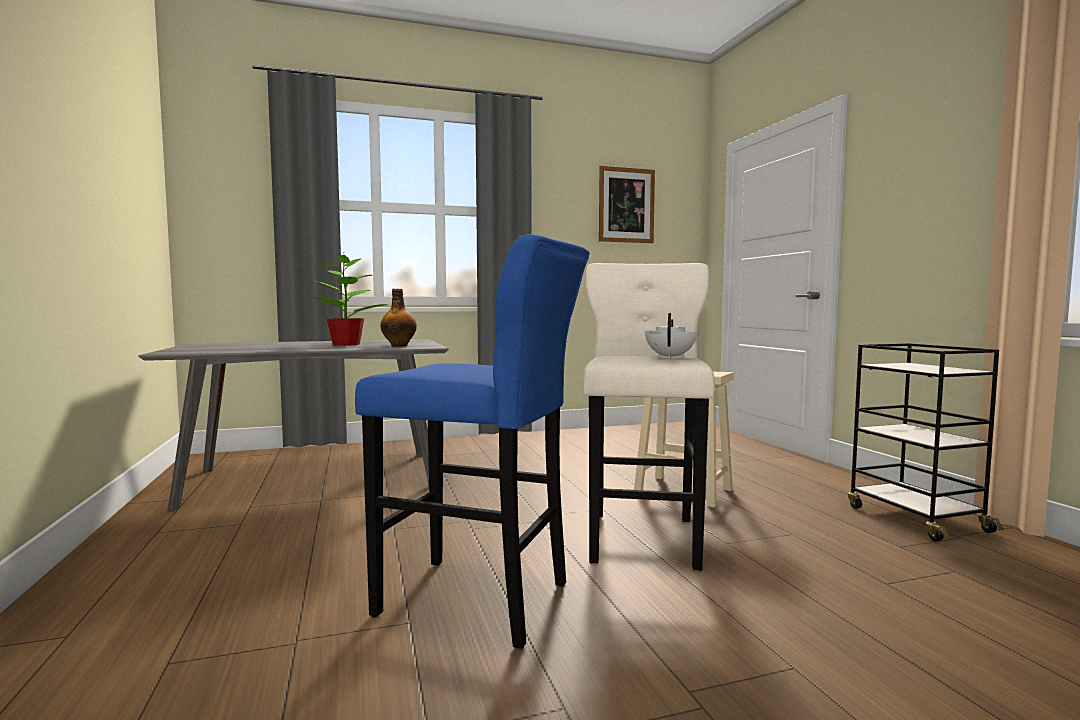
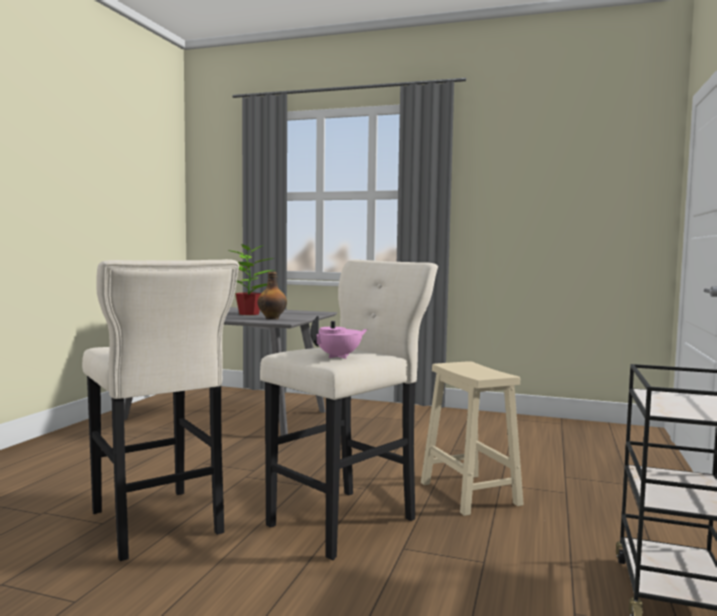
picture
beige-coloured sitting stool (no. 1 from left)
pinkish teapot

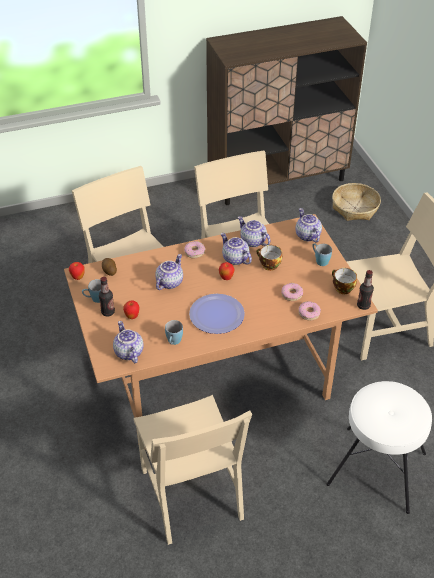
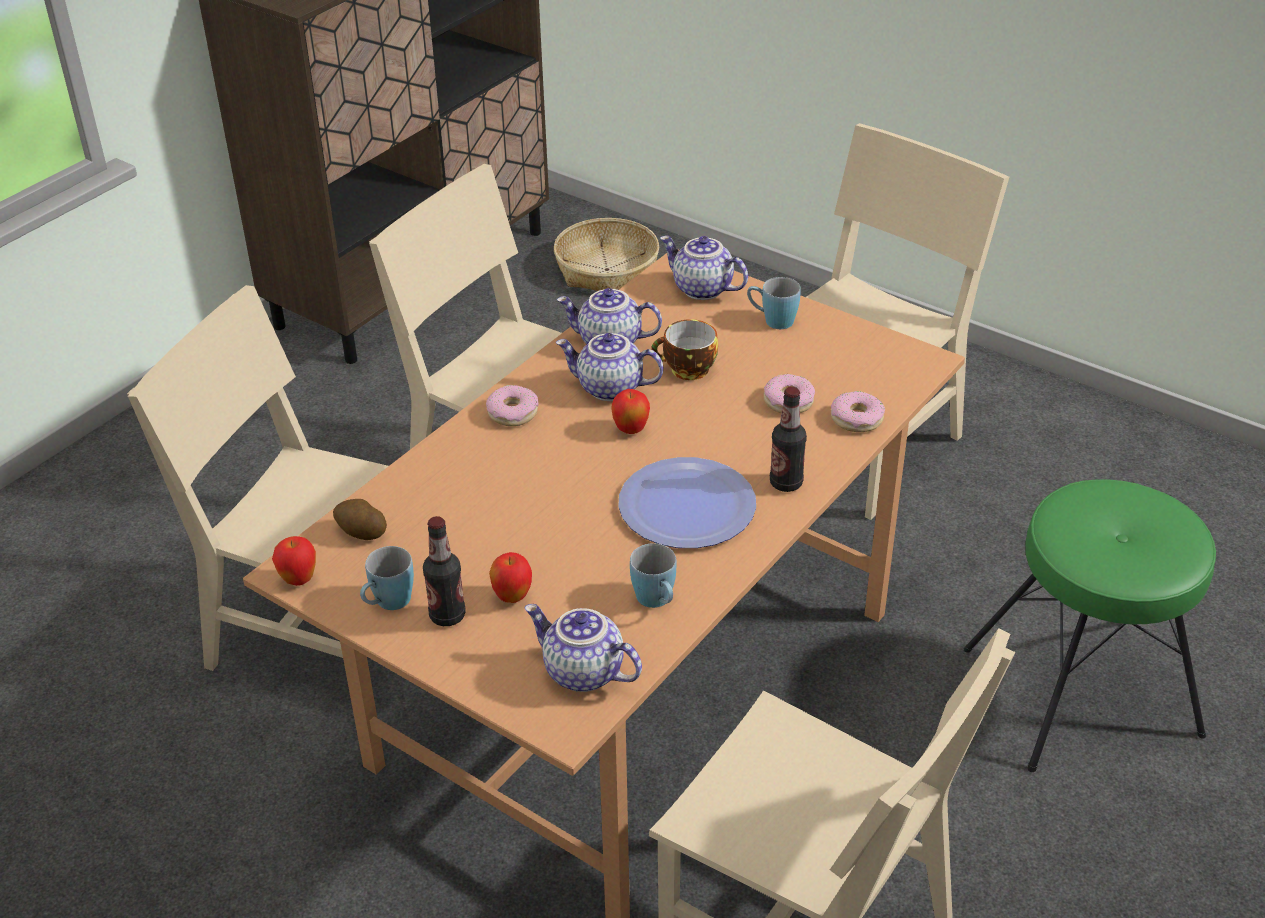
teapot (no. 2 from left in the first image)
small cup (no. 2 from left in the first image)
drink bottle (no. 2 from left)
green sitting stool

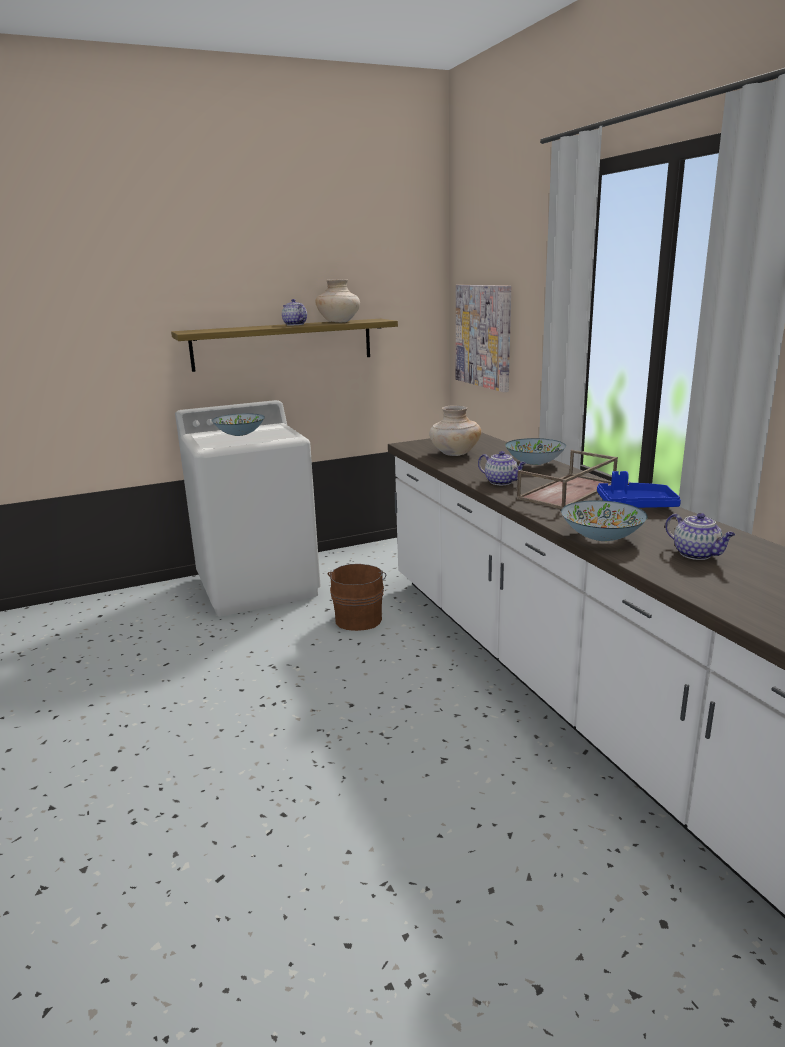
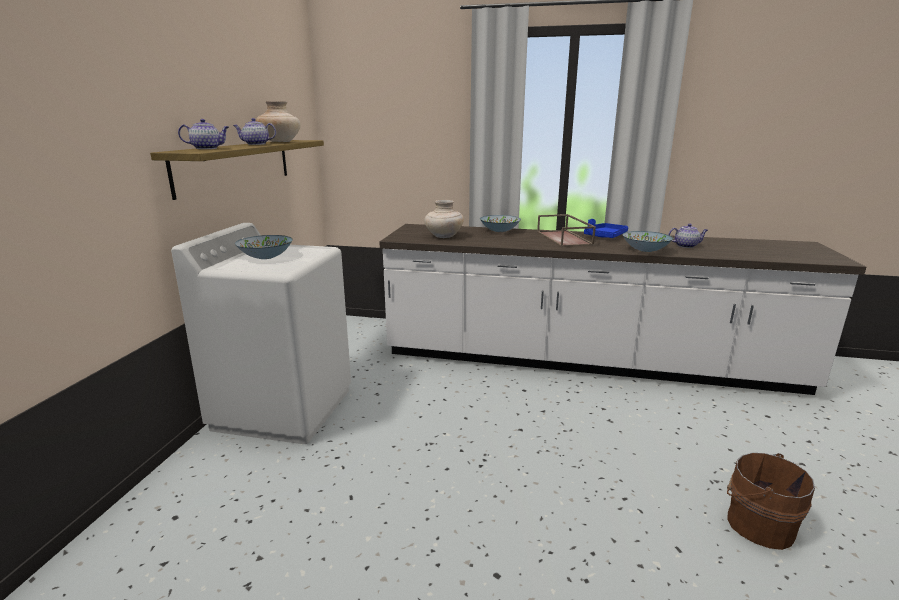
picture
teapot (no. 1 from left)
brownish pail

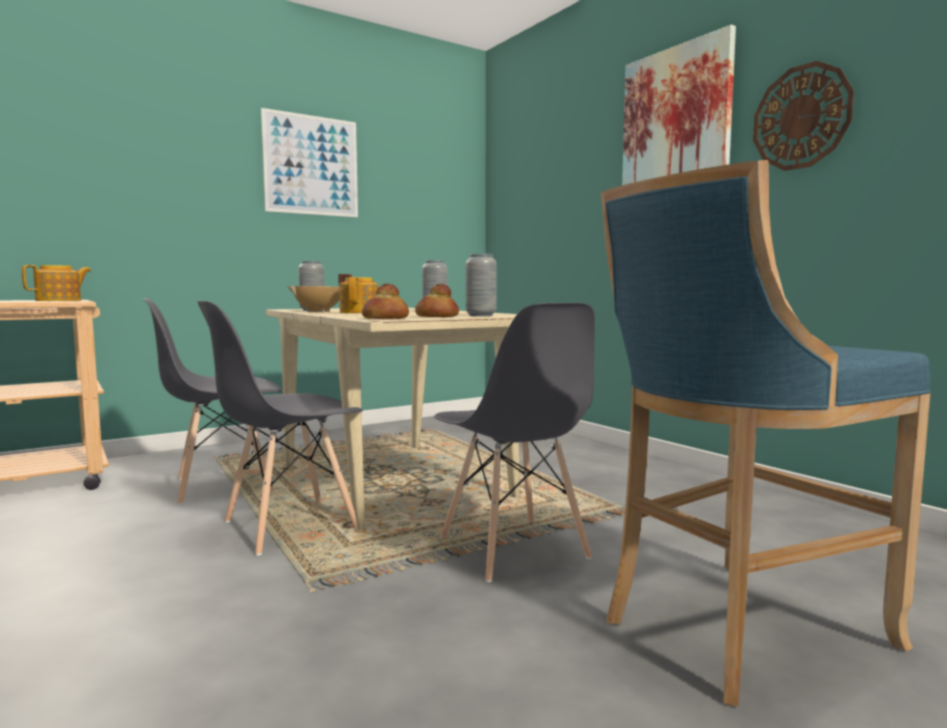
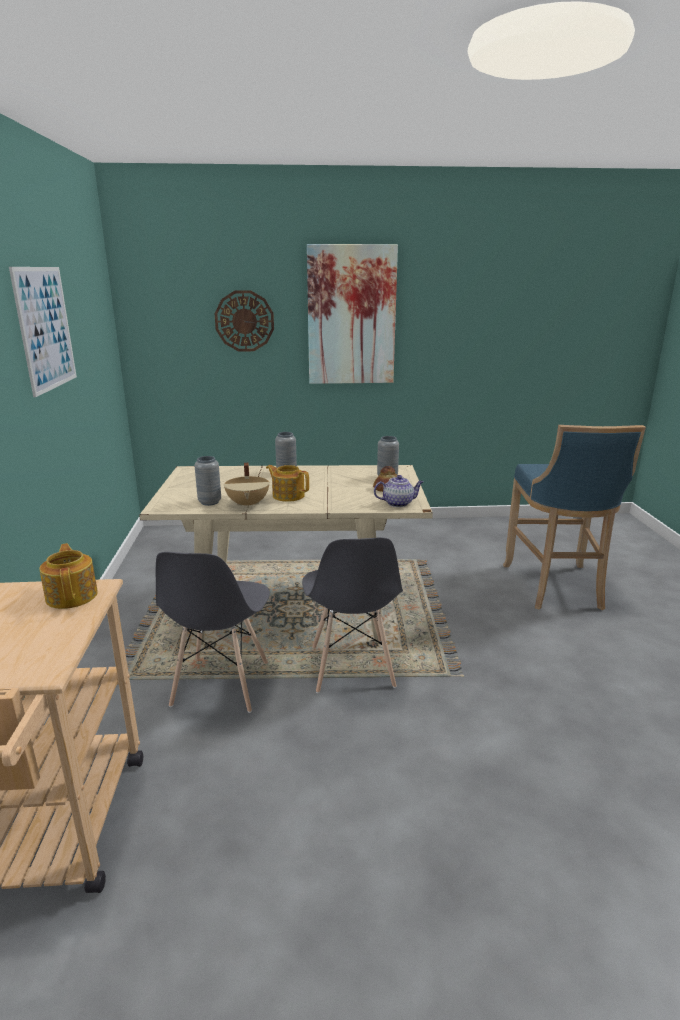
wall clock
teapot (no. 3 from left)
grey plain chair (no. 3 from left in the first image)

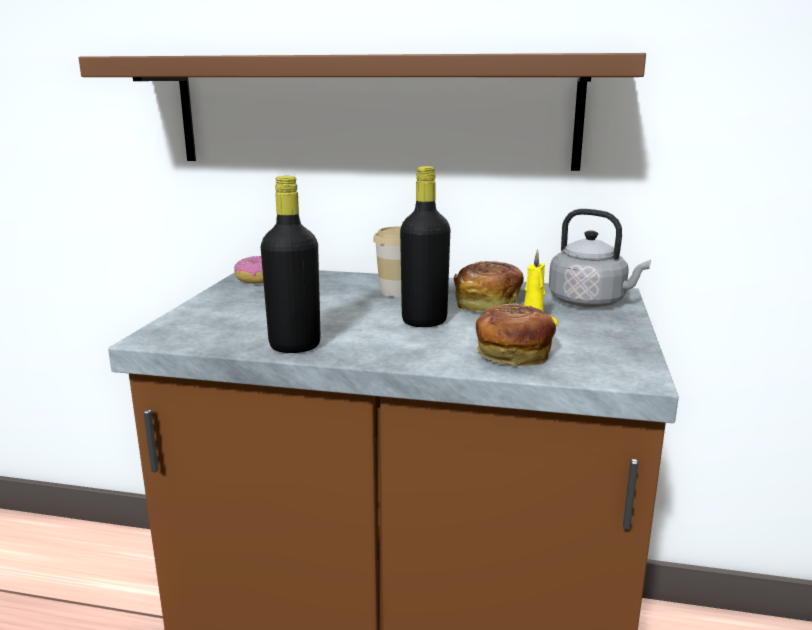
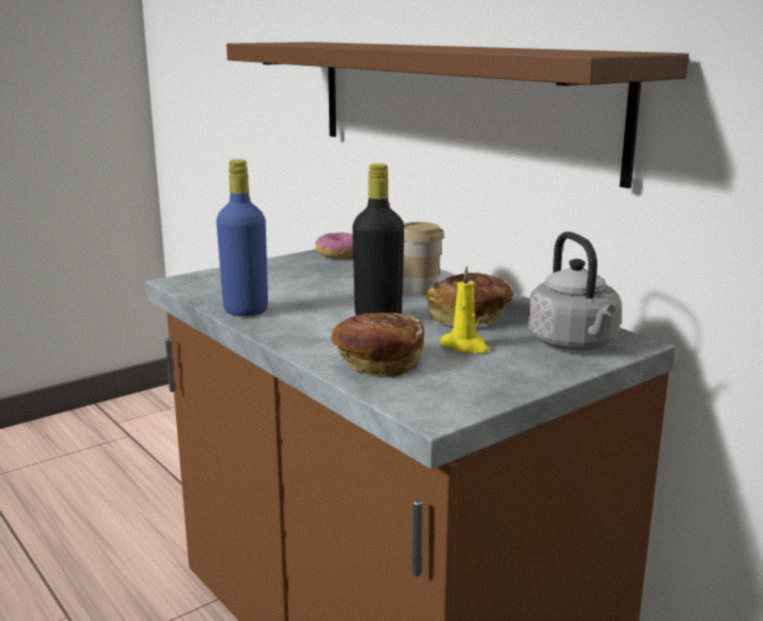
blue drink bottle

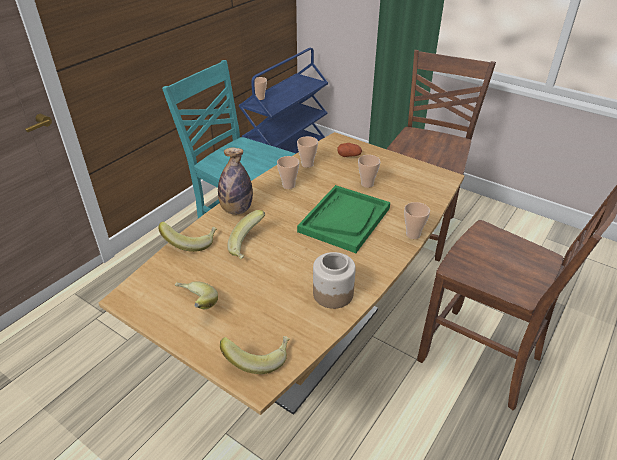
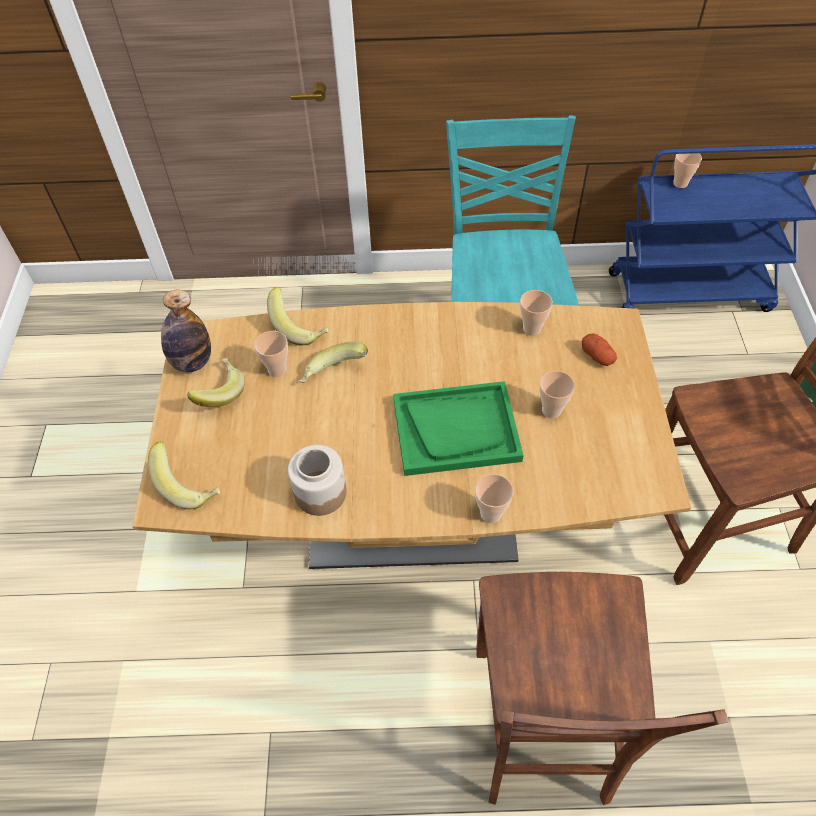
drink bottle
small cup (no. 1 from left)

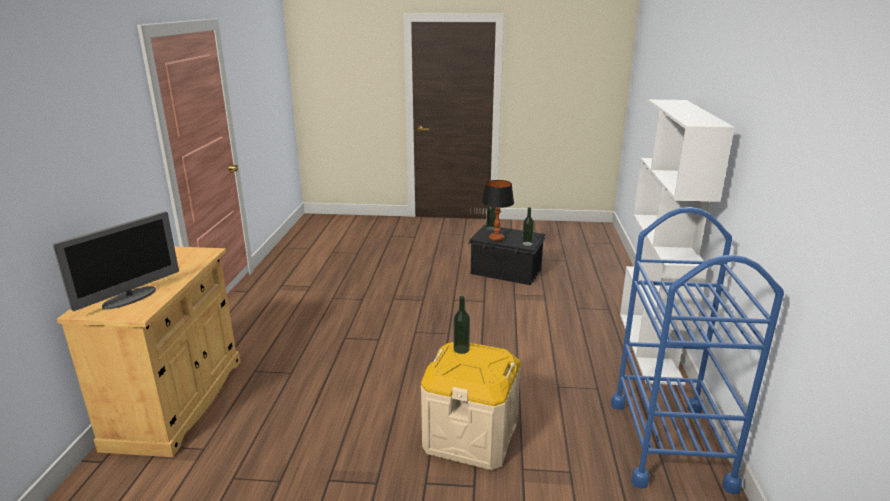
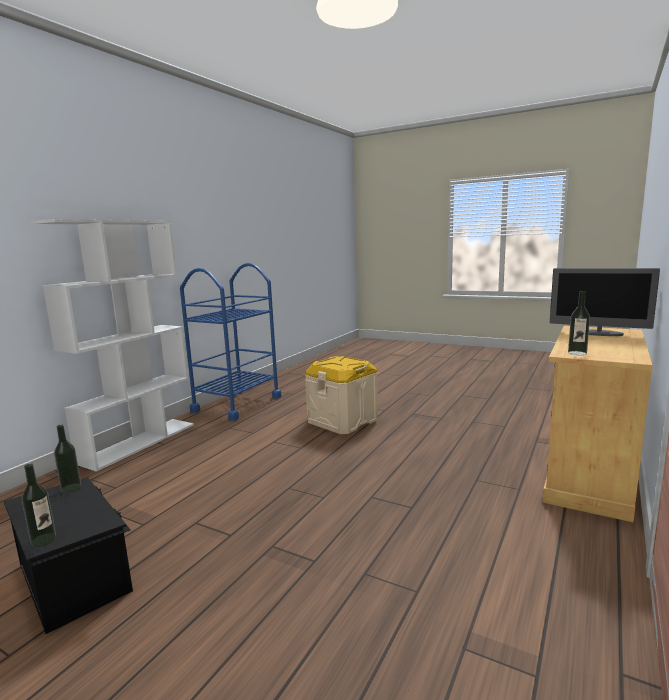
lamp for a table
computer display
drink bottle (no. 3 from left)

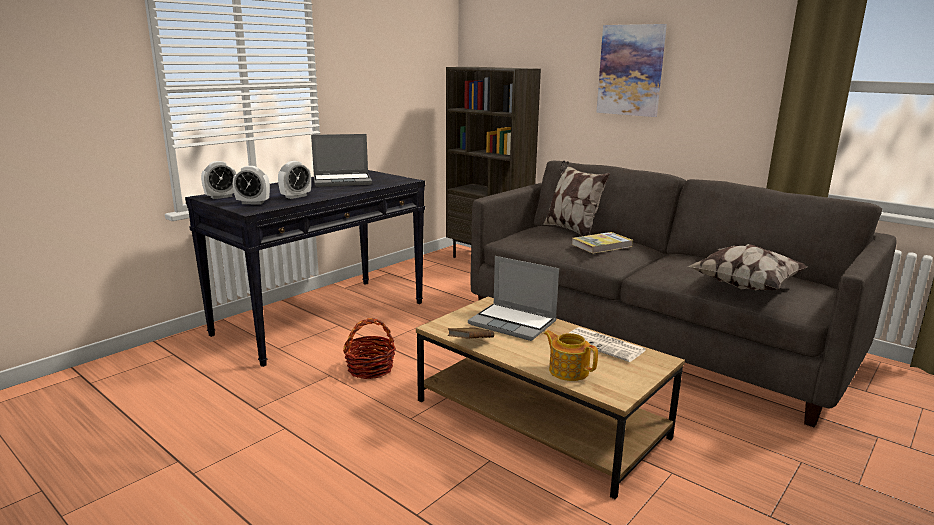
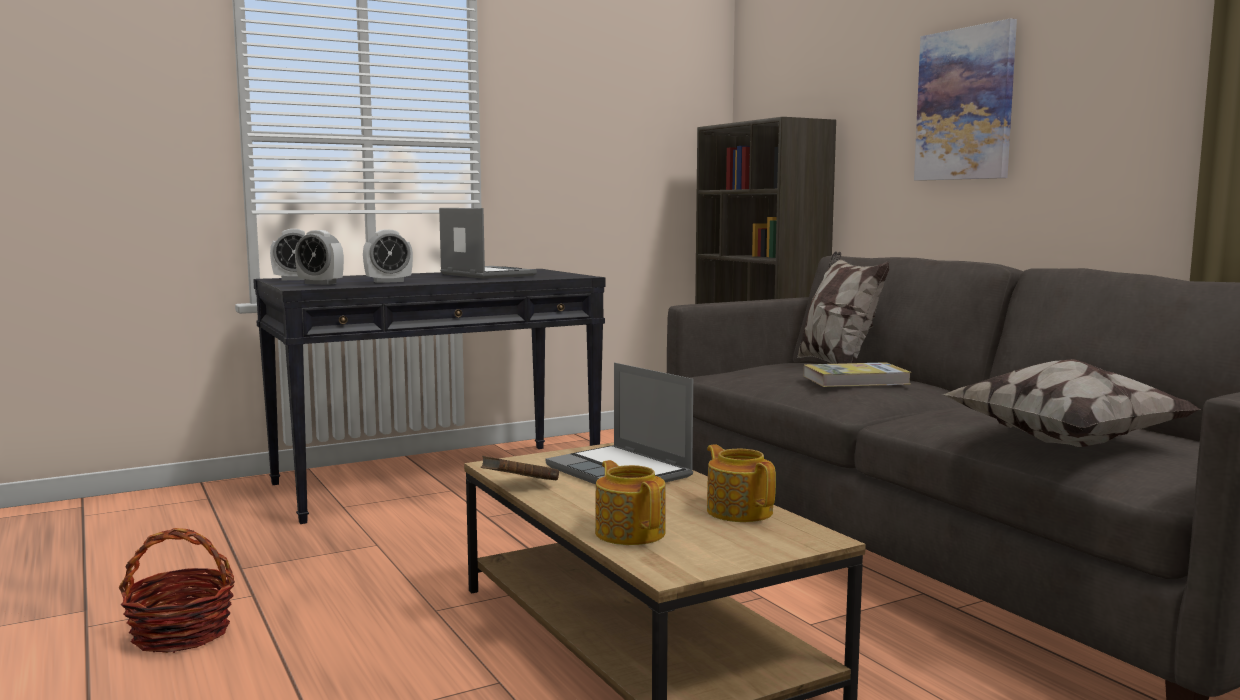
laptop (no. 1 from left)
household basket
teapot (no. 2 from left)

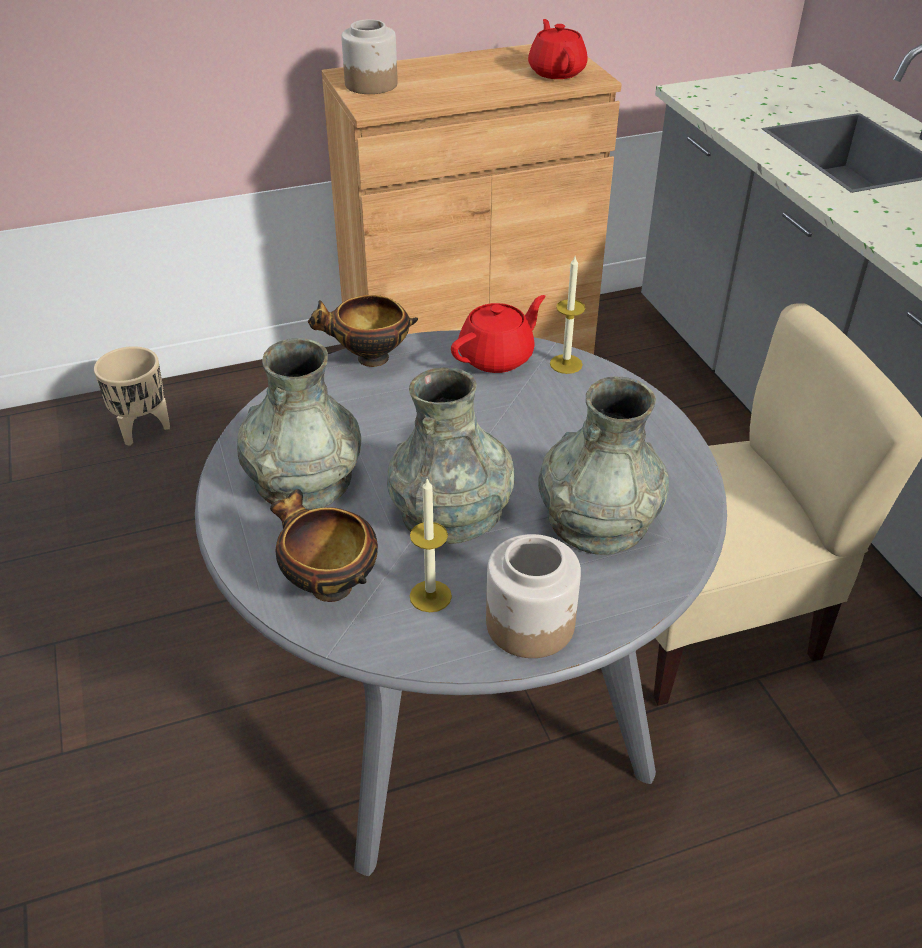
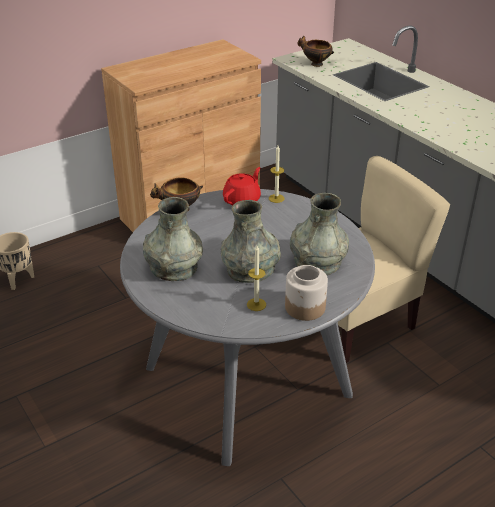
preserve jar (no. 1 from left in the first image)
red teapot (no. 2 from left in the first image)
deep dish (no. 2 from left)

